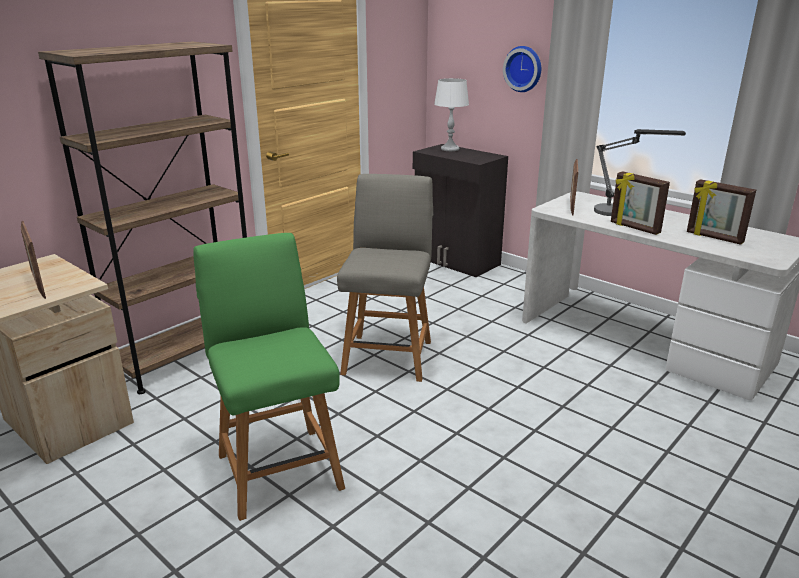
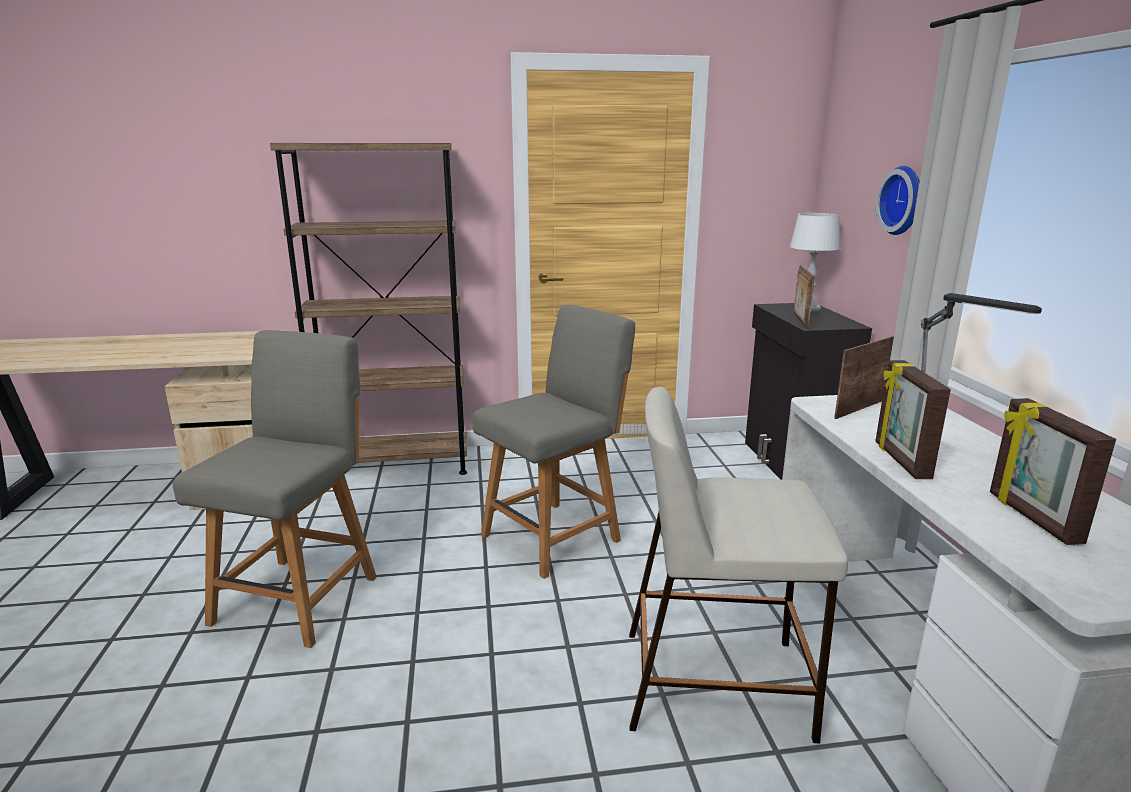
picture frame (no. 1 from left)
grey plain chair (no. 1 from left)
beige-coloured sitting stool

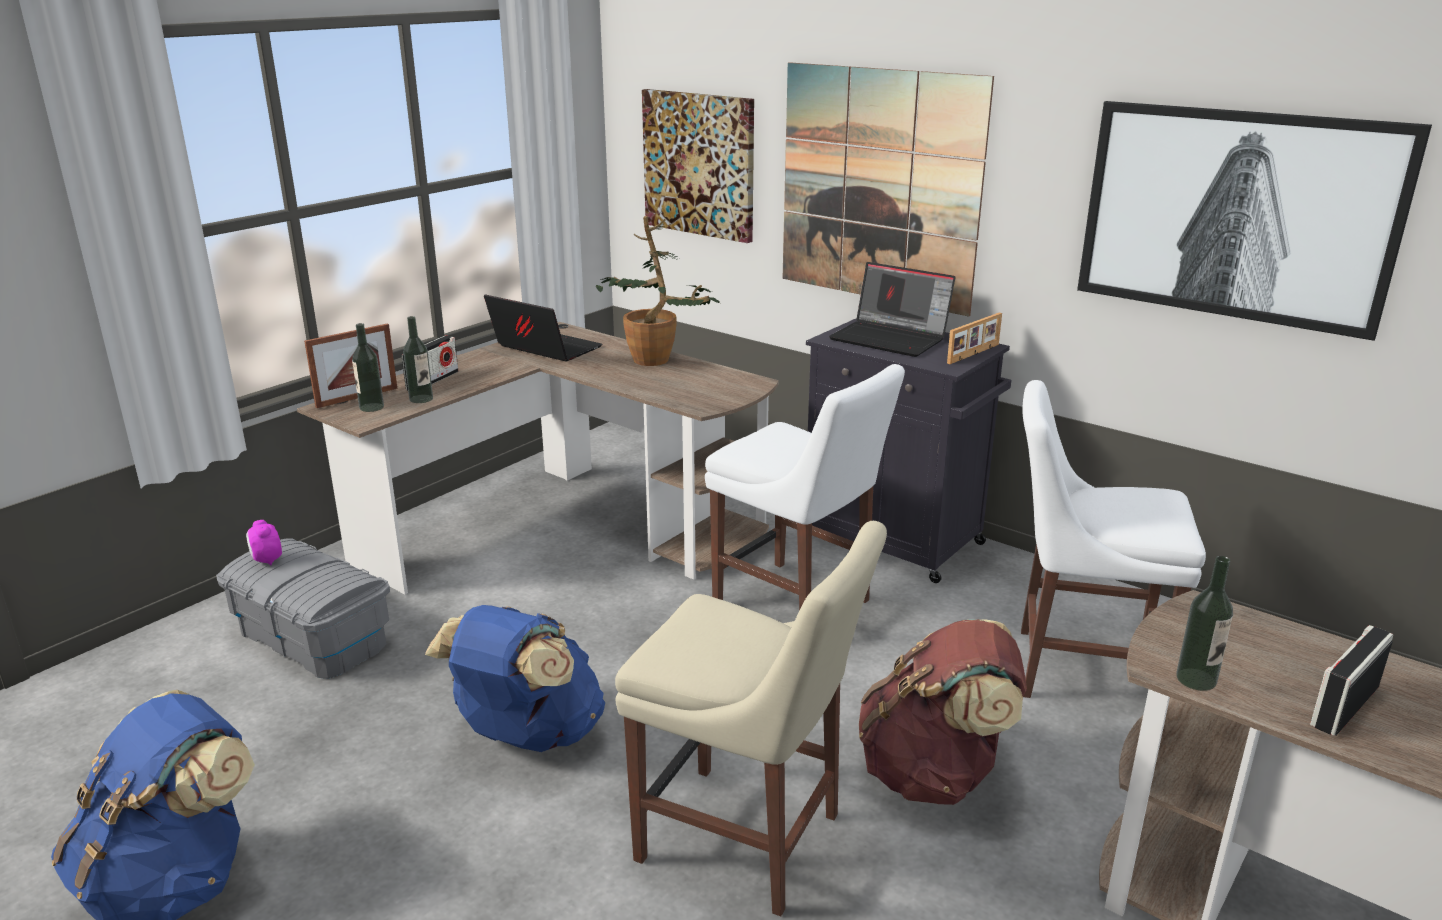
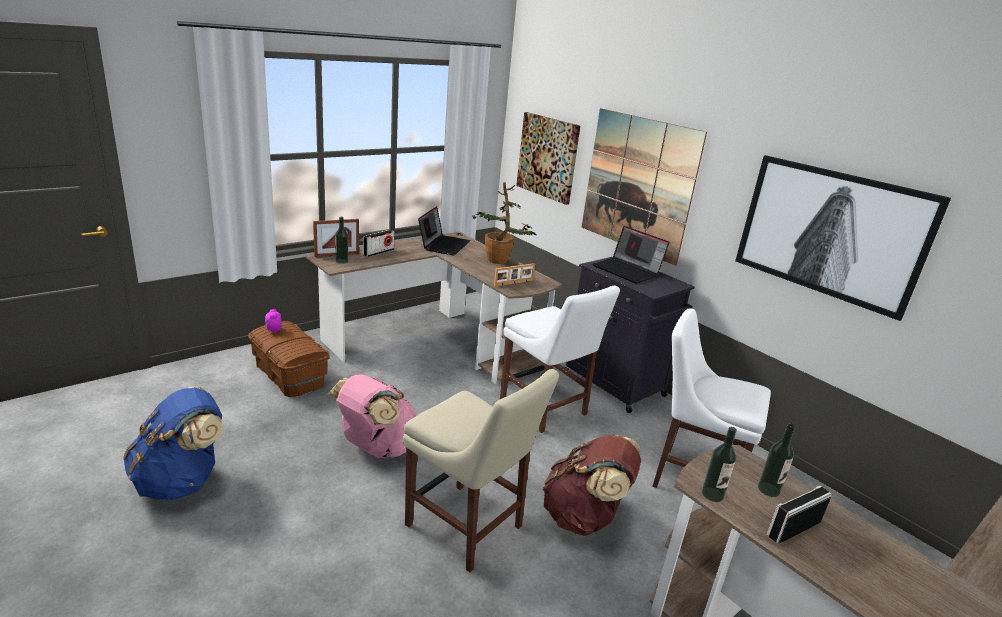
laptop (no. 1 from left)
picture frame (no. 2 from left)
drink bottle (no. 3 from left)
brownish storage box
pinkish knapsack

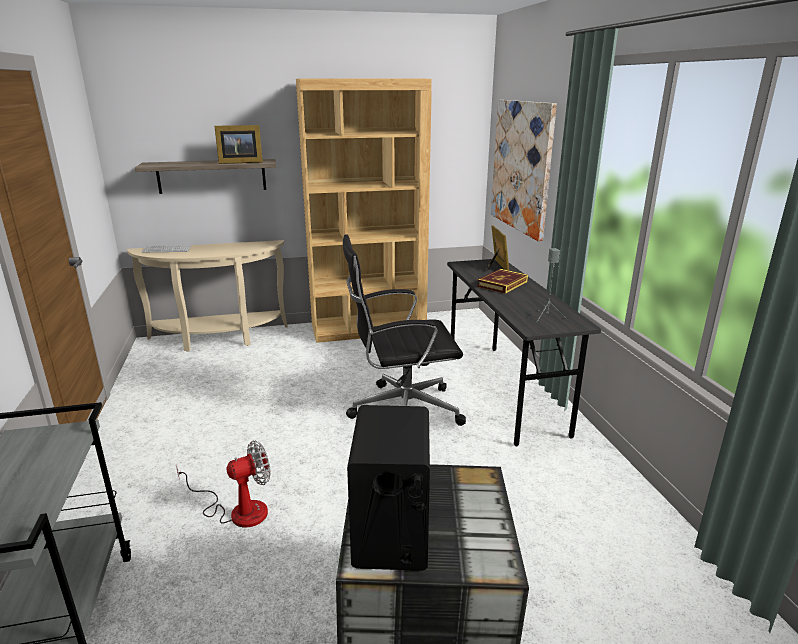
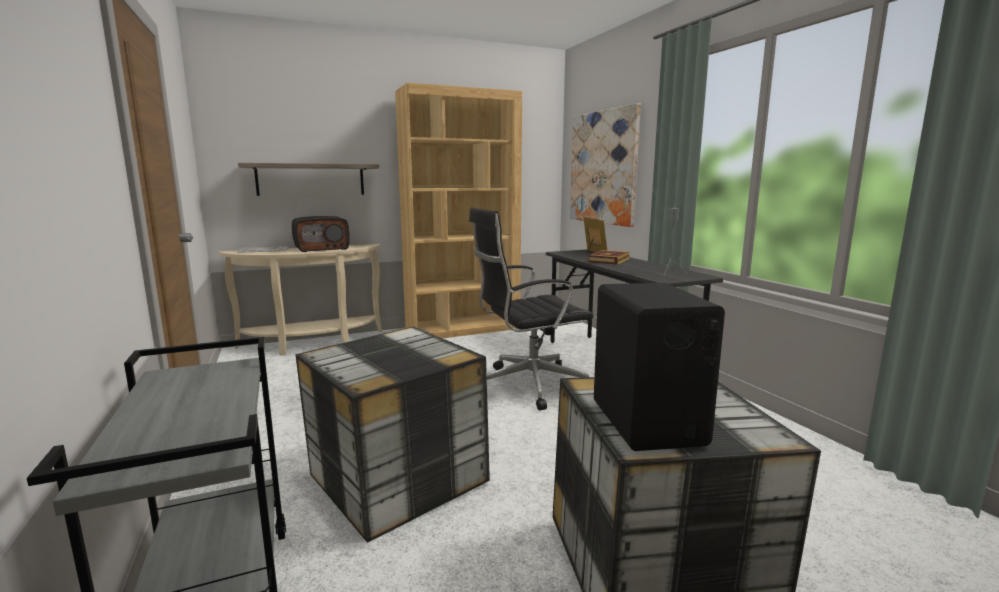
picture frame (no. 1 from left in the first image)
storage box (no. 1 from left)
radio receiver

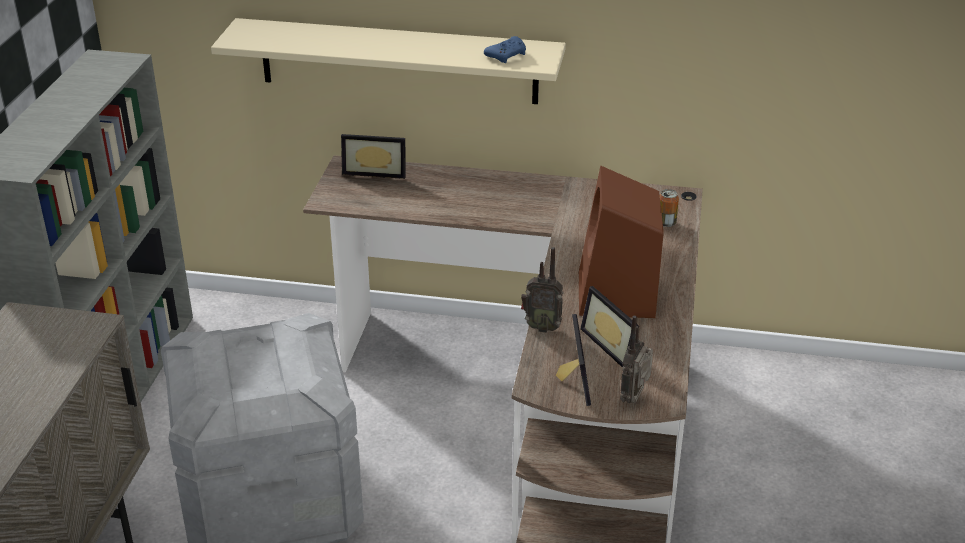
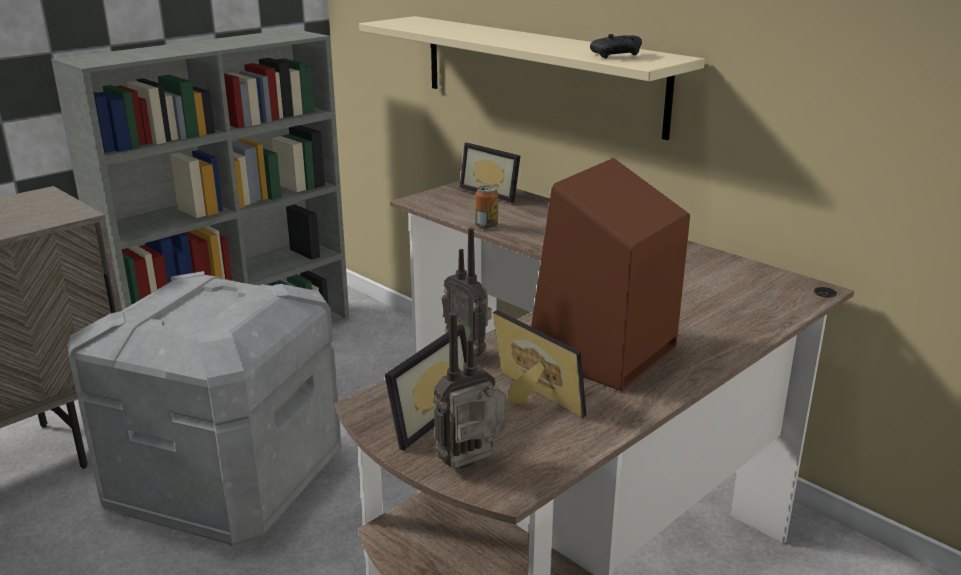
black gamepad
sealed can
picture frame (no. 3 from left)

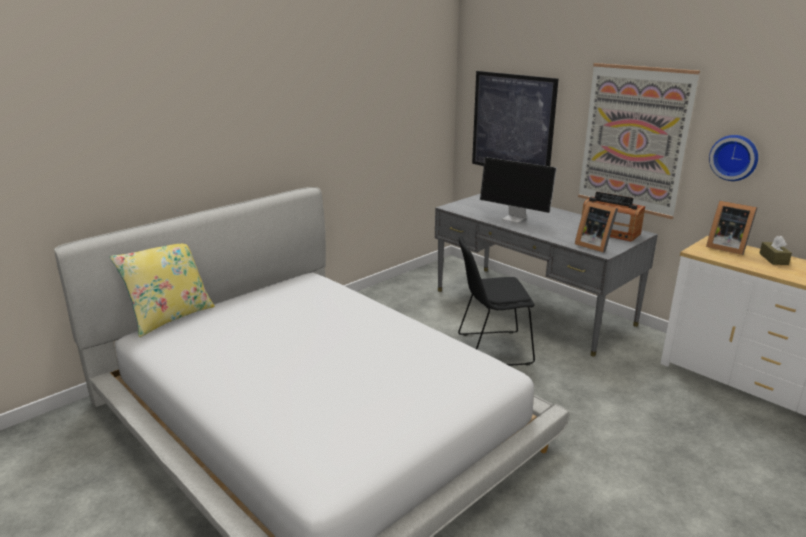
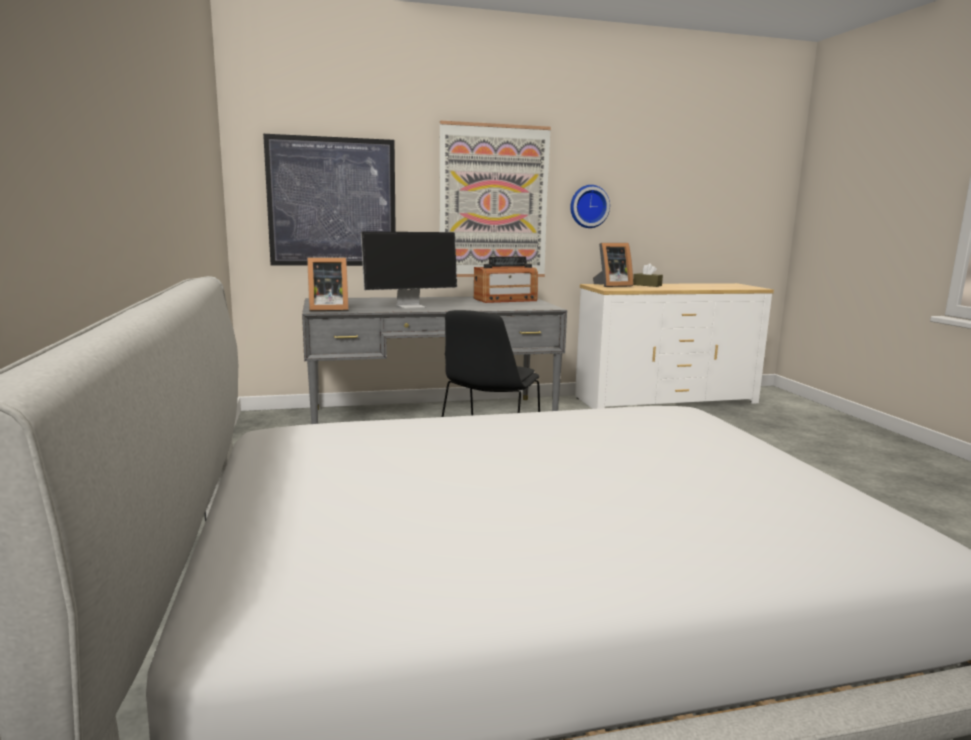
picture frame (no. 1 from left)
yellowish throw pillow

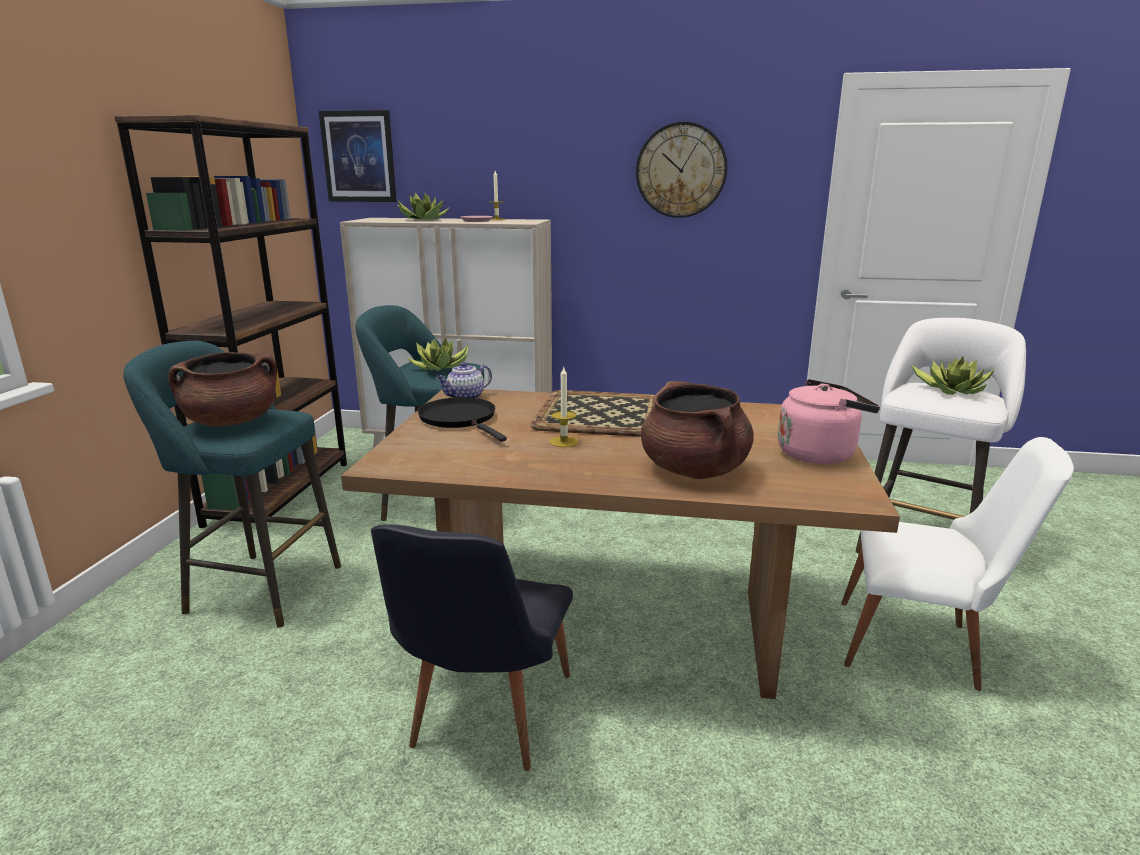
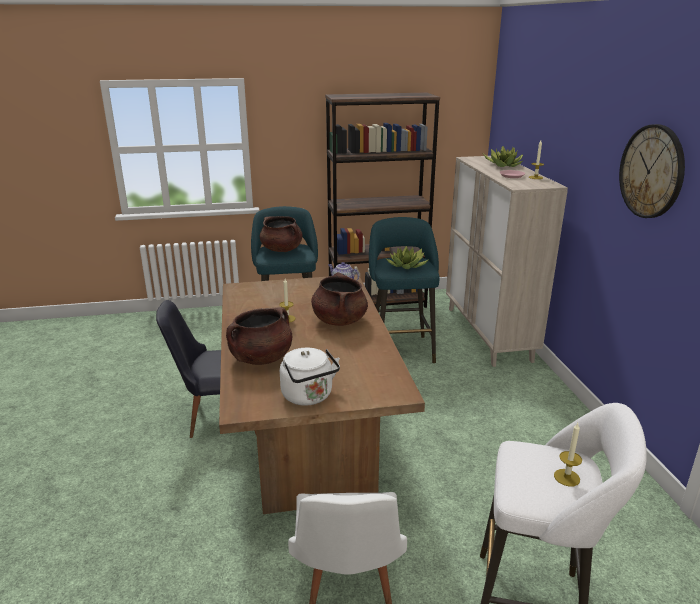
picture
wax candle (no. 3 from left)
white-coloured kettle
brownish cooking pot (no. 3 from left)
black pan

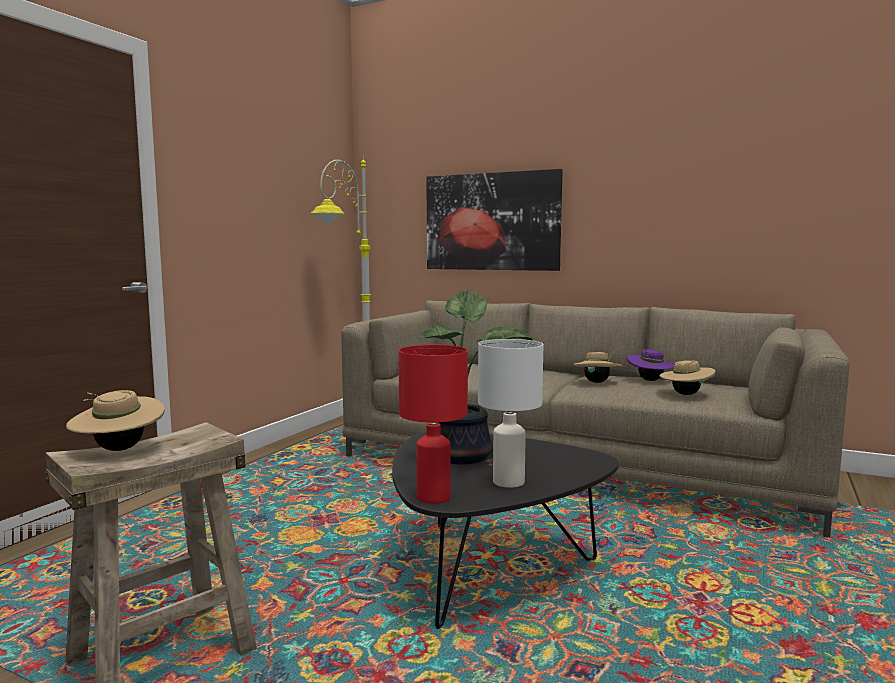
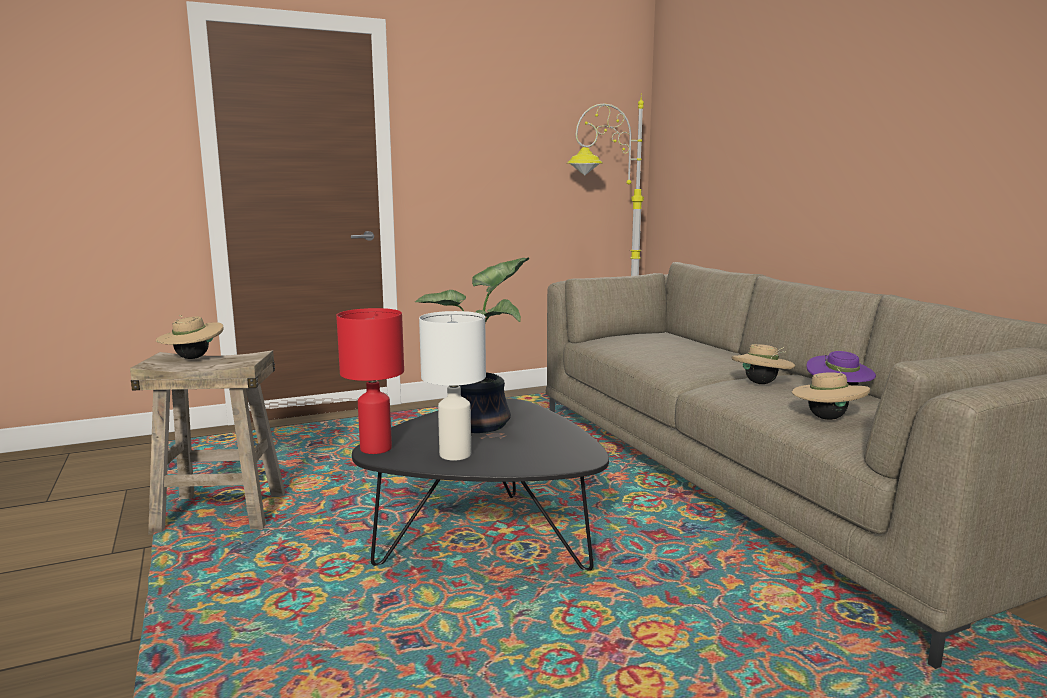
picture

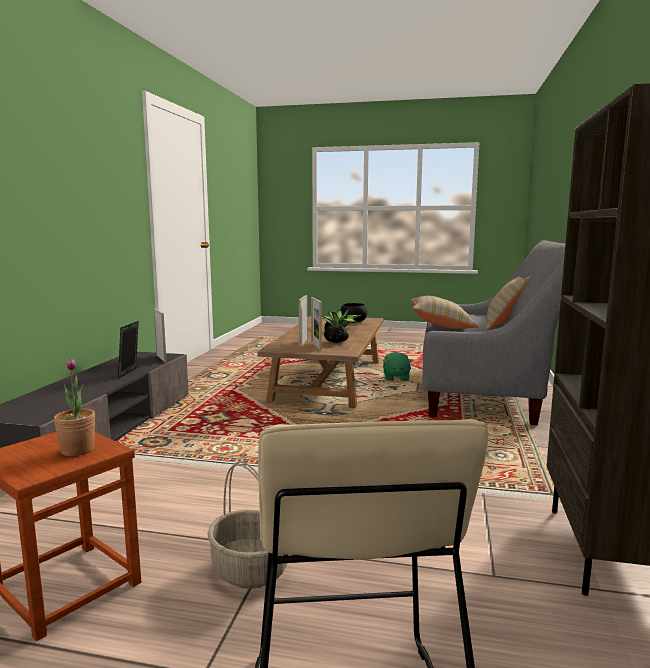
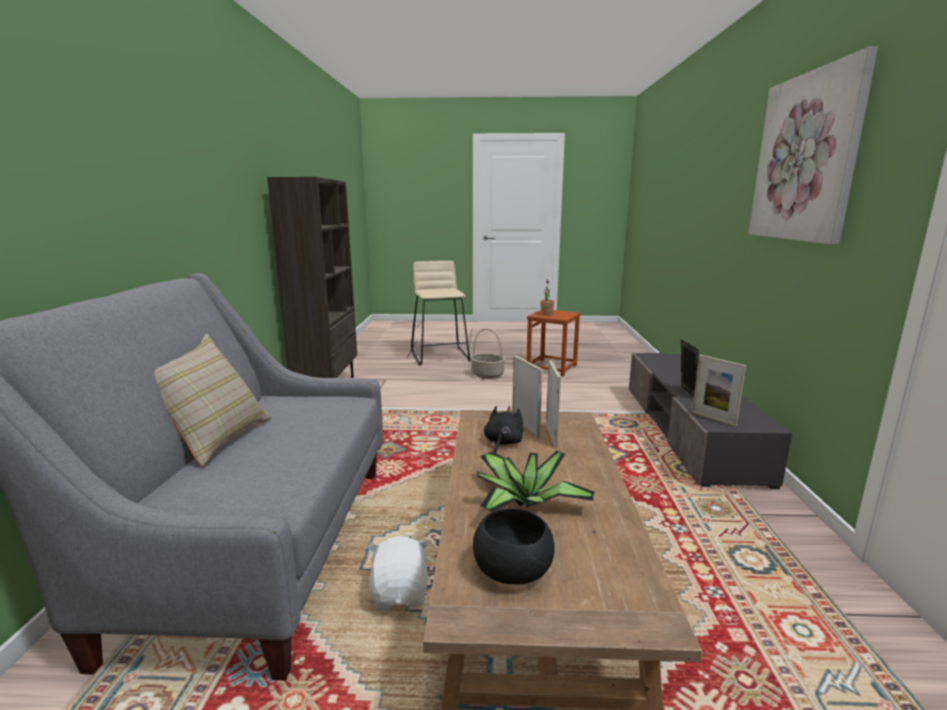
beige-coloured throw pillow (no. 1 from left in the first image)
white-coloured soft toy
picture

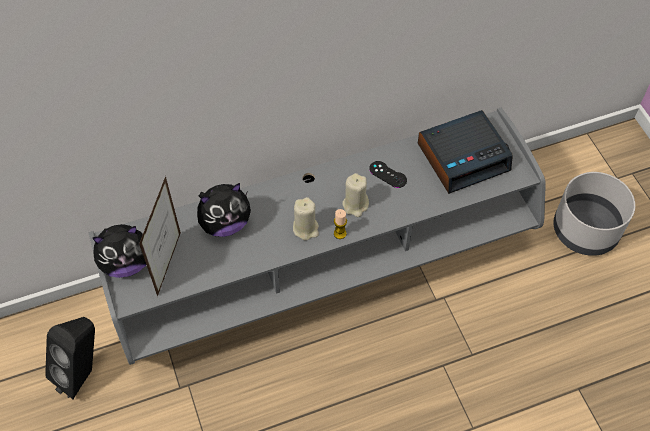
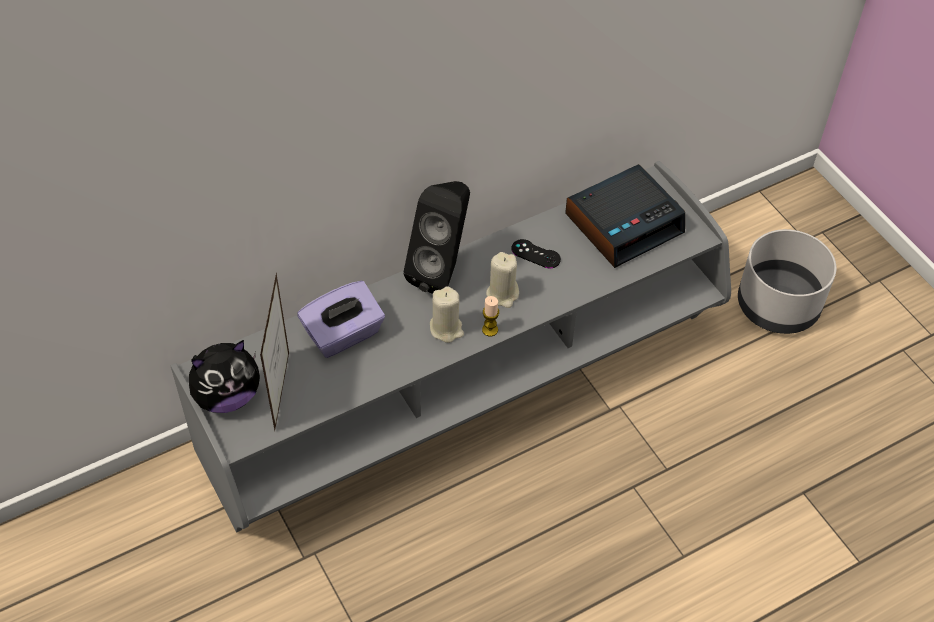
purple-coloured box of tissues
black speaker

